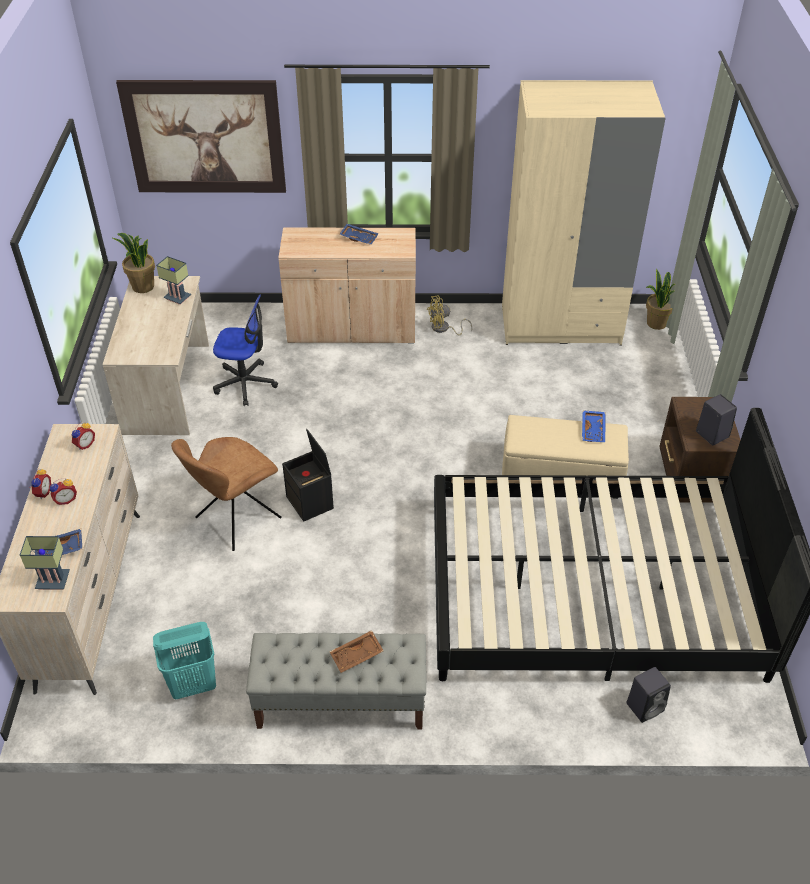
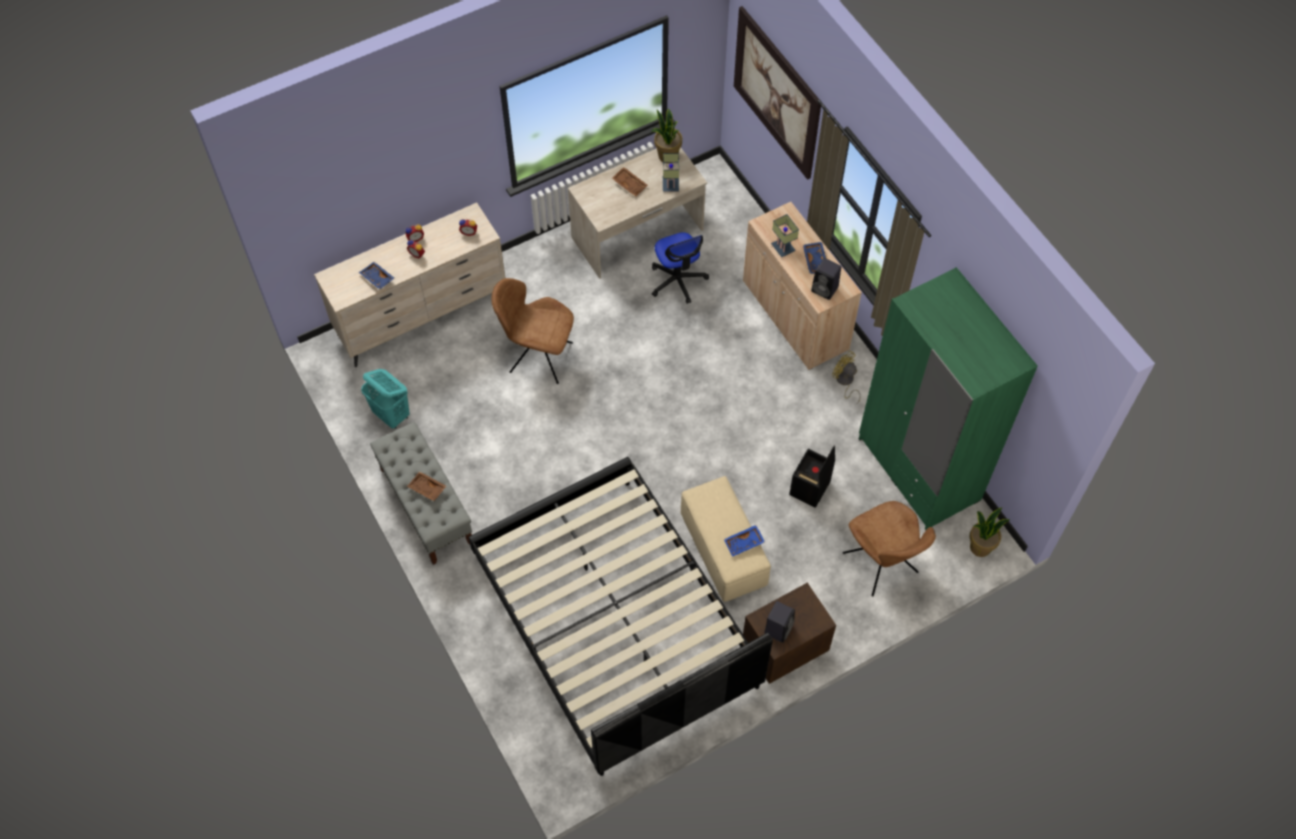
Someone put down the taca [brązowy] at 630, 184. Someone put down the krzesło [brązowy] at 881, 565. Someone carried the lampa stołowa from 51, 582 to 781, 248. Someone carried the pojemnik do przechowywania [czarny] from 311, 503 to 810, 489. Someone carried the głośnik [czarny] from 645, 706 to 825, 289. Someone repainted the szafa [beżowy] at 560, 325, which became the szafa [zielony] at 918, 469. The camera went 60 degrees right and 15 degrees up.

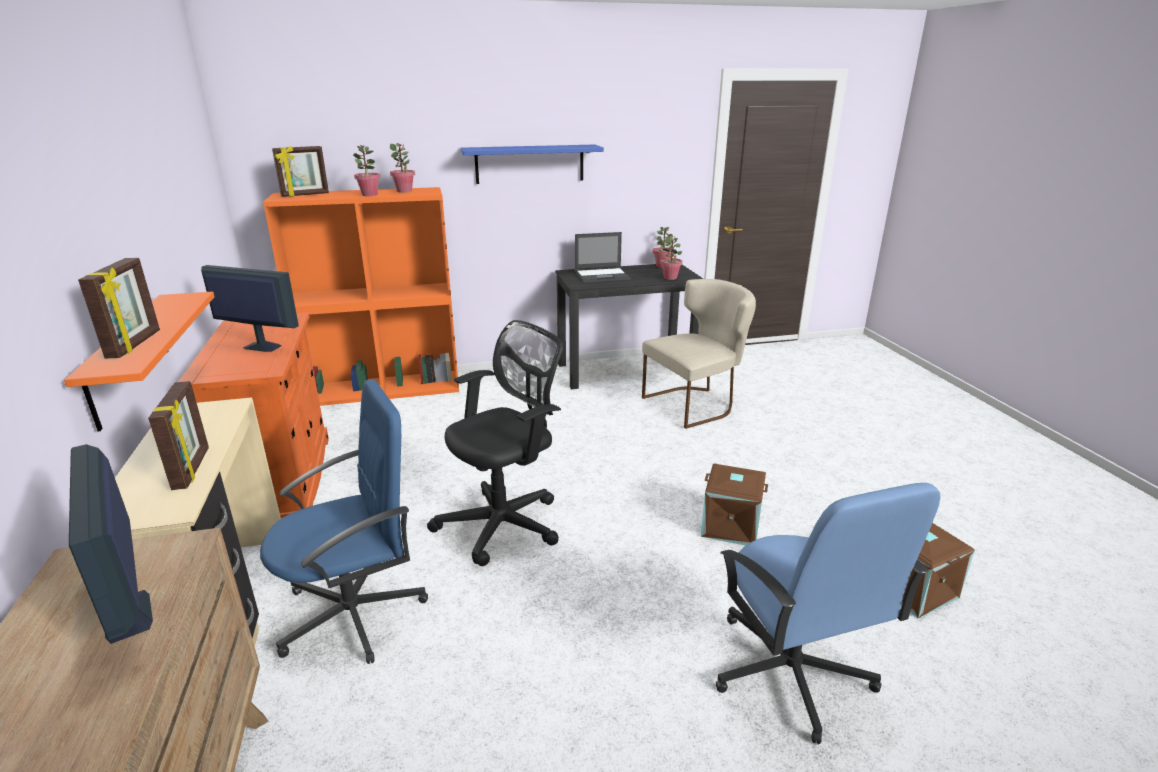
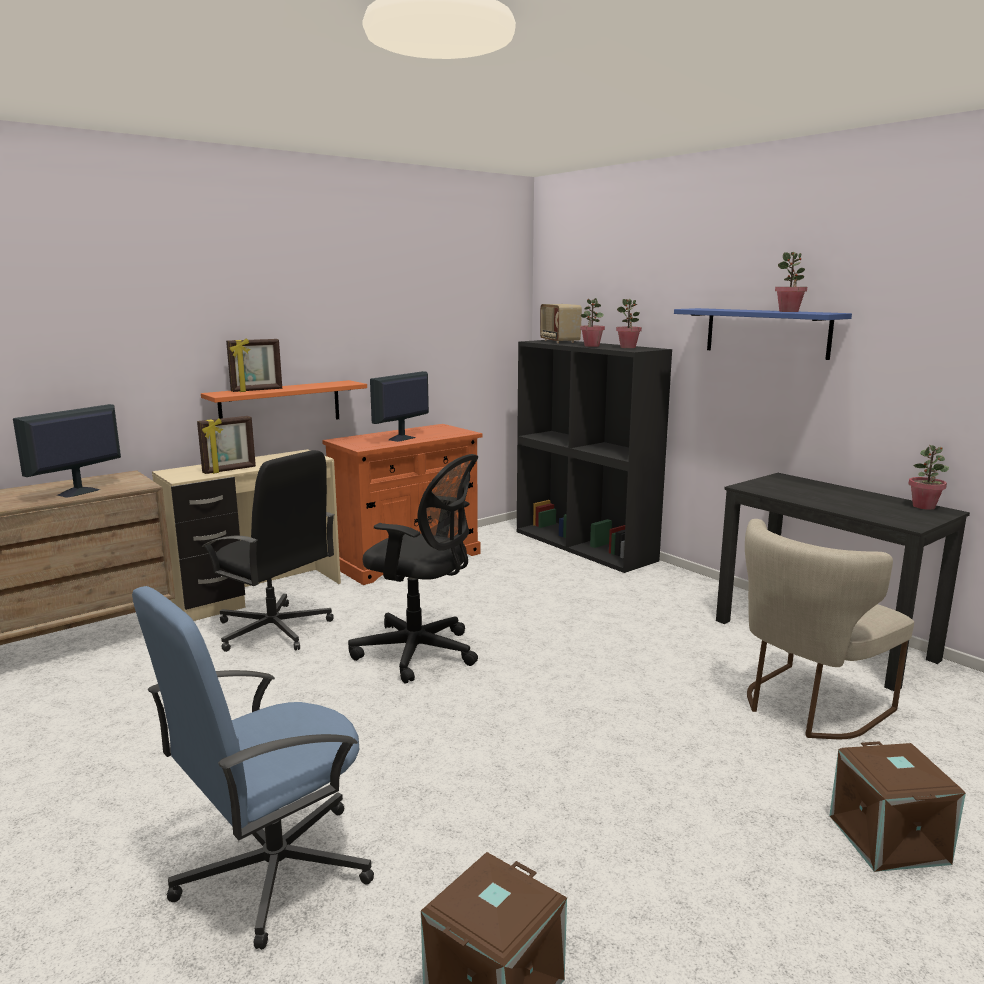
Someone took away the laptop at 602, 275. Someone carried the roślina doniczkowa from 670, 278 to 789, 311. Someone carried the pojemnik do przechowywania [brązowy] from 731, 525 to 890, 839. Someone swapped the ramka na zdjęcie at 305, 195 for the radio at 558, 341. Someone repainted the krzesło biurowe [niebieski] at 355, 612, which became the krzesło biurowe [czarny] at 274, 630. Someone repainted the regał [pomarańczowy] at 385, 388, which became the regał [czarny] at 585, 546. Someone rotated the monitor at 261, 346 by 135 degrees counterclockwise. Someone rotated the krzesło [beżowy] at 695, 404 by 105 degrees clockwise. The camera went 65 degrees right and 10 degrees down.

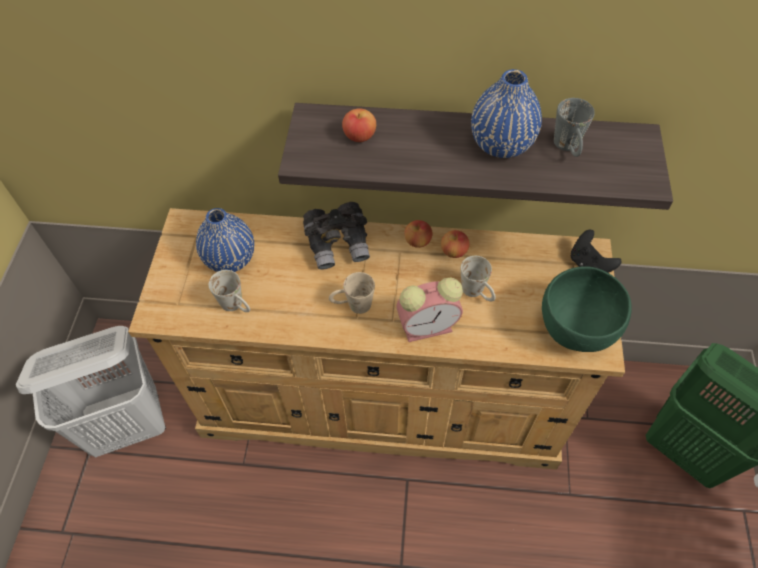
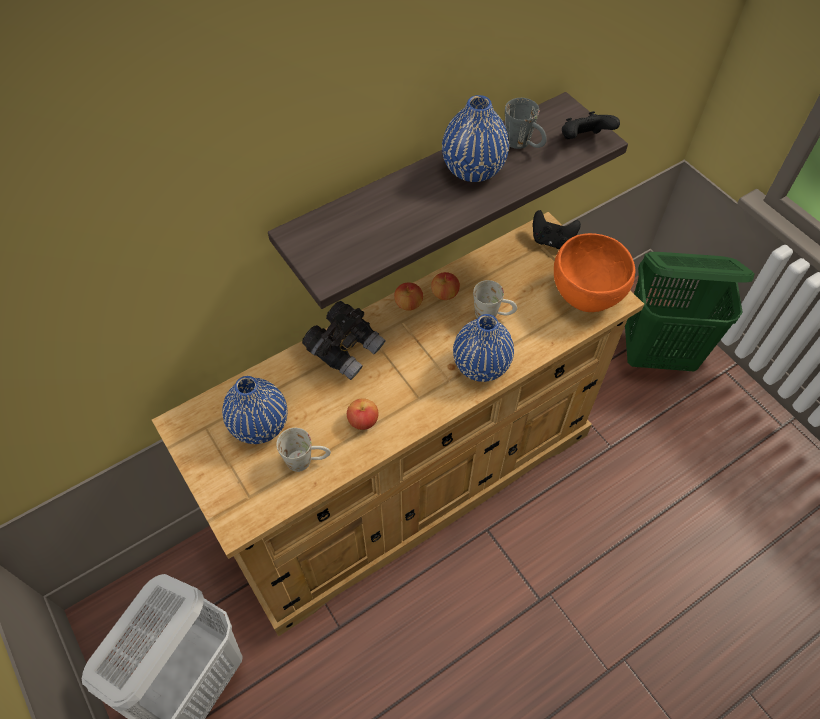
Someone took away the kubek [beżowy] at 352, 305. Someone put down the pad do gier [czarny] at 583, 140. Someone carried the jabłko from 359, 136 to 363, 421. Someone swapped the budzik at 429, 326 for the wazon [niebieski] at 481, 365. Someone repainted the miska [zielony] at 575, 330, which became the miska [pomarańczowy] at 586, 296. The camera went 40 degrees left and 0 degrees up.

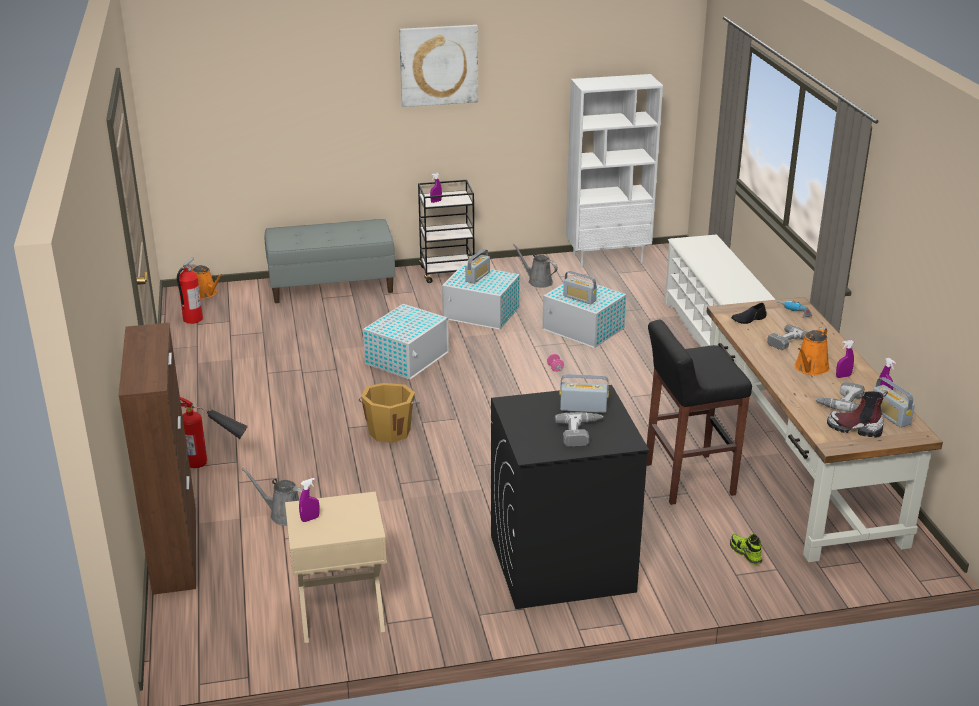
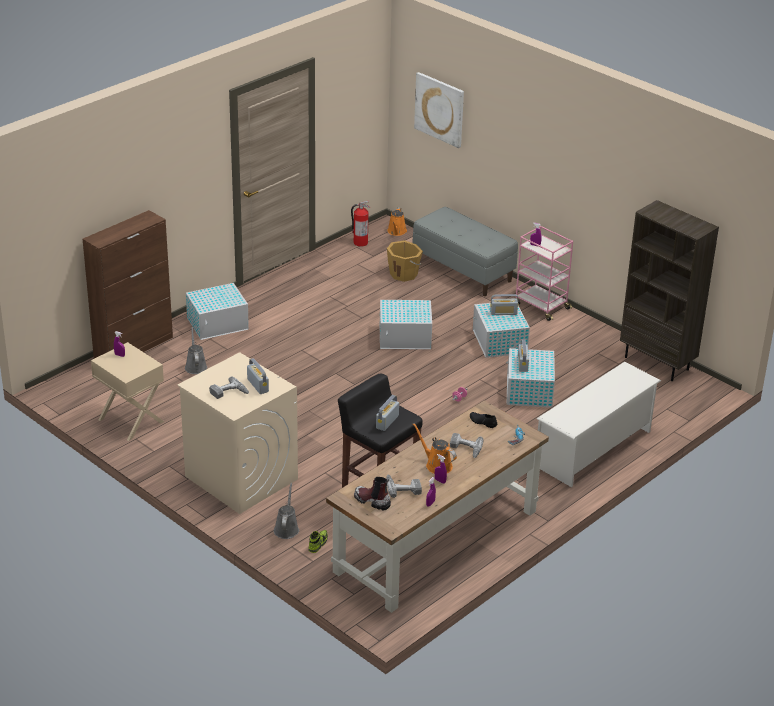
Someone carried the wiadro [pomarańczowy] from 390, 431 to 404, 274. Someone carried the obraz from 438, 65 to 440, 109. Someone carried the konewka [szary] from 538, 281 to 286, 528. Someone carried the radio from 890, 416 to 387, 422. Someone swapped the gaśnica at 215, 464 for the pojemnik do przechowywania [biały] at 218, 324. Someone repainted the wózek [czarny] at 448, 273, which became the wózek [różowy] at 541, 306. Someone repainted the pralka [czarny] at 560, 564, which became the pralka [beżowy] at 240, 477. Someone repainted the regał [biały] at 608, 258, which became the regał [brązowy] at 657, 363. Someone rotated the konewka [pomarańczowy] at 810, 368 by 45 degrees clockwise. Someone rotated the but z cholewką at 854, 429 by 45 degrees counterclockwise. The camera went 55 degrees right and 5 degrees up.

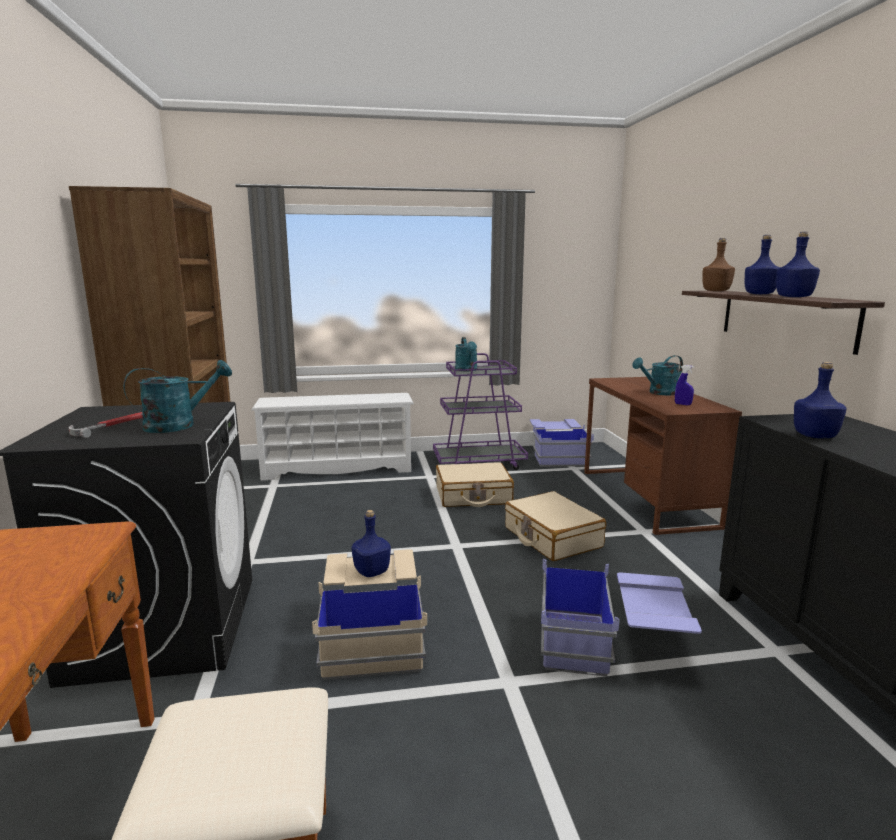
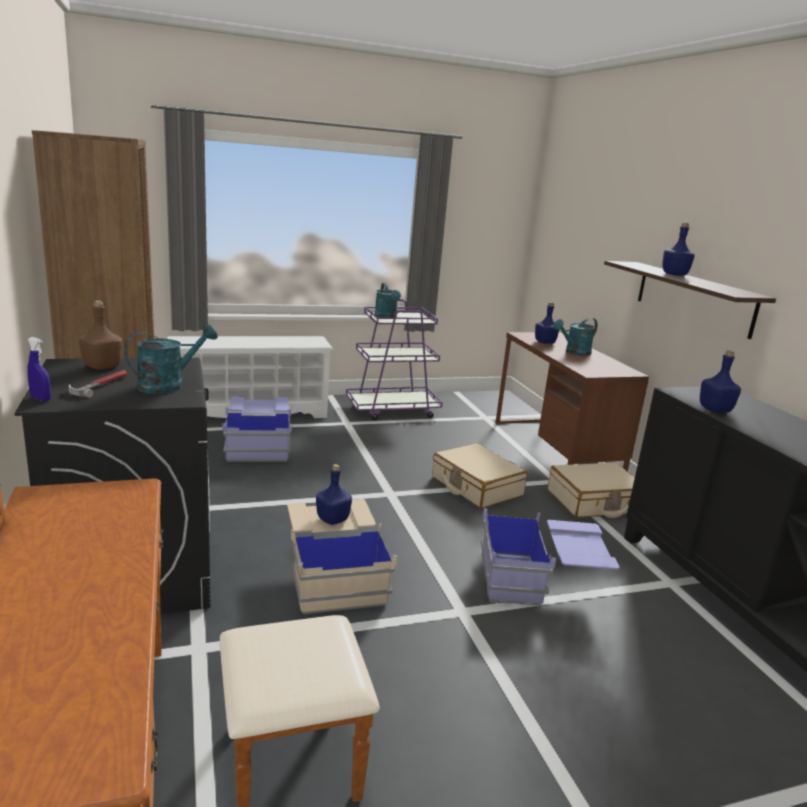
Someone carried the walizka [beżowy] from 473, 496 to 594, 502. Someone carried the pojemnik do przechowywania [niebieski] from 557, 455 to 258, 444. Someone carried the spryskiwacz [niebieski] from 683, 404 to 40, 399. Someone carried the butelka [brązowy] from 716, 291 to 102, 367. Someone carried the butelka [niebieski] from 794, 297 to 545, 342. The camera went 10 degrees left and 5 degrees up.

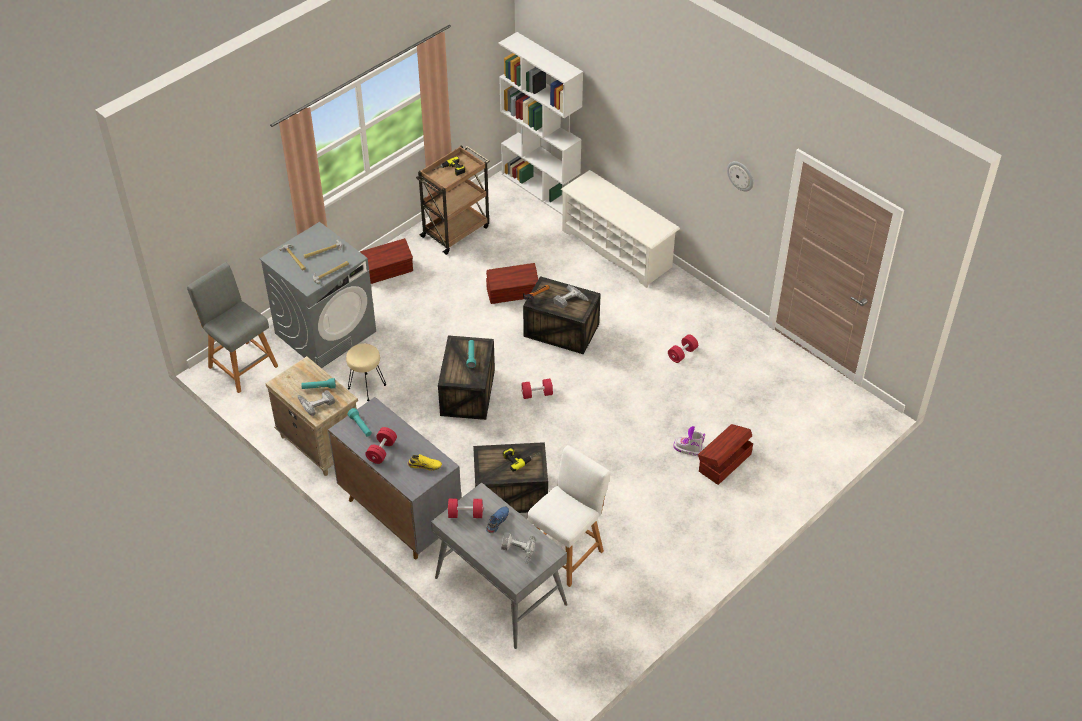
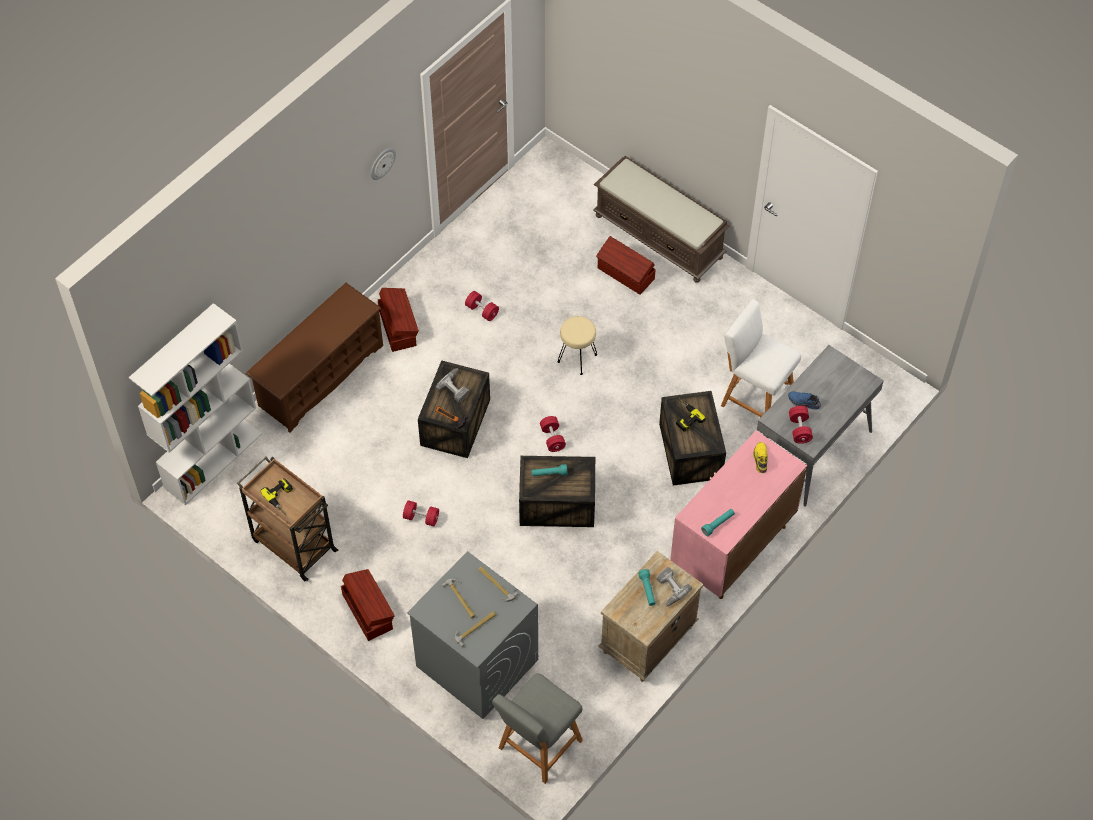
Someone took away the wiertarka at 517, 551. Someone took away the but z cholewką at 689, 449. Someone put down the ławka [brązowy] at 660, 236. Someone carried the stołek [beżowy] from 366, 387 to 577, 358. Someone carried the hantel [czerwony] from 382, 451 to 421, 517. Someone carried the pojemnik do przechowywania [brązowy] from 513, 293 to 398, 326. Someone repainted the szafka [szary] at 400, 514, which became the szafka [różowy] at 732, 548. Someone repainted the regał na buty [biały] at 617, 249, which became the regał na buty [brązowy] at 320, 375. The camera went 95 degrees left and 10 degrees up.

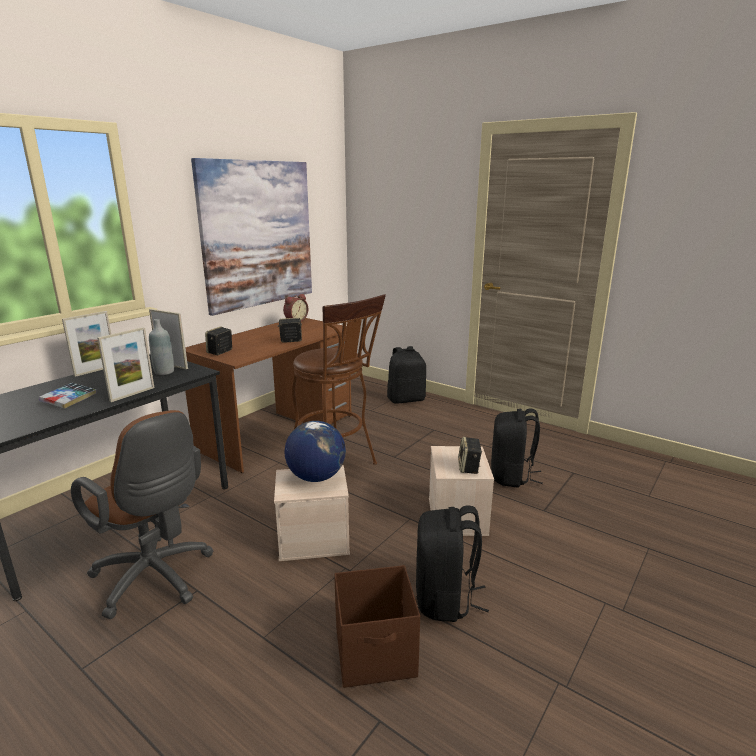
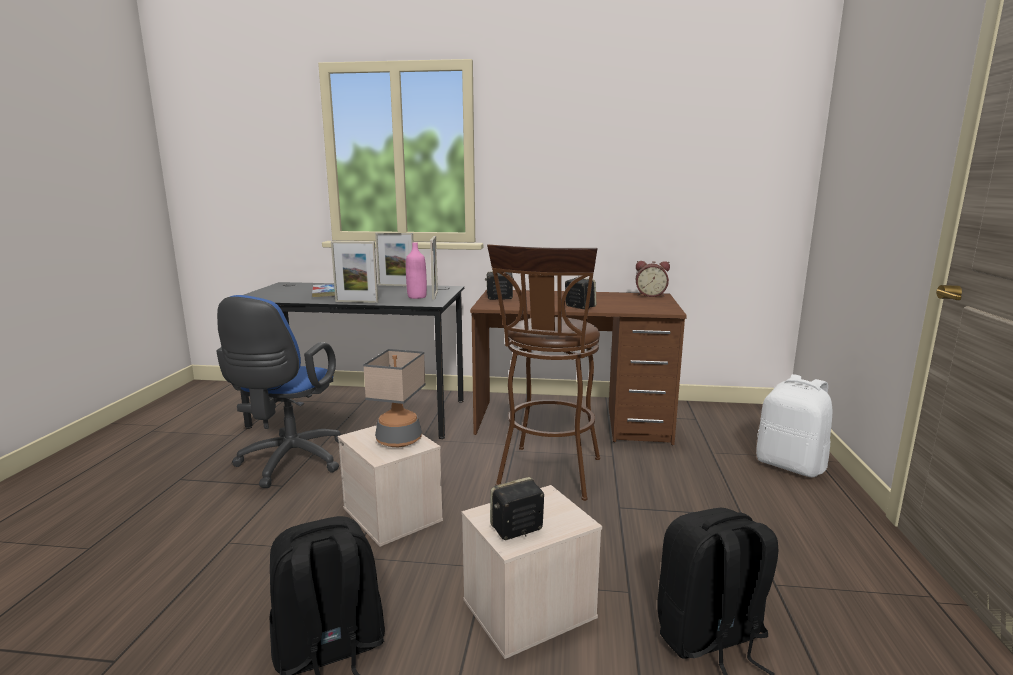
Someone took away the obraz at 258, 234. Someone took away the pojemnik do przechowywania [brązowy] at 376, 654. Someone swapped the globus at 316, 477 for the lampa stołowa at 399, 440. Someone repainted the krzesło biurowe [brązowy] at 156, 579, which became the krzesło biurowe [niebieski] at 289, 463. Someone repainted the butelka [szary] at 164, 372, which became the butelka [różowy] at 417, 297. Someone repainted the plecak [czarny] at 406, 399, which became the plecak [biały] at 790, 465. The camera went 60 degrees right and 5 degrees down.

